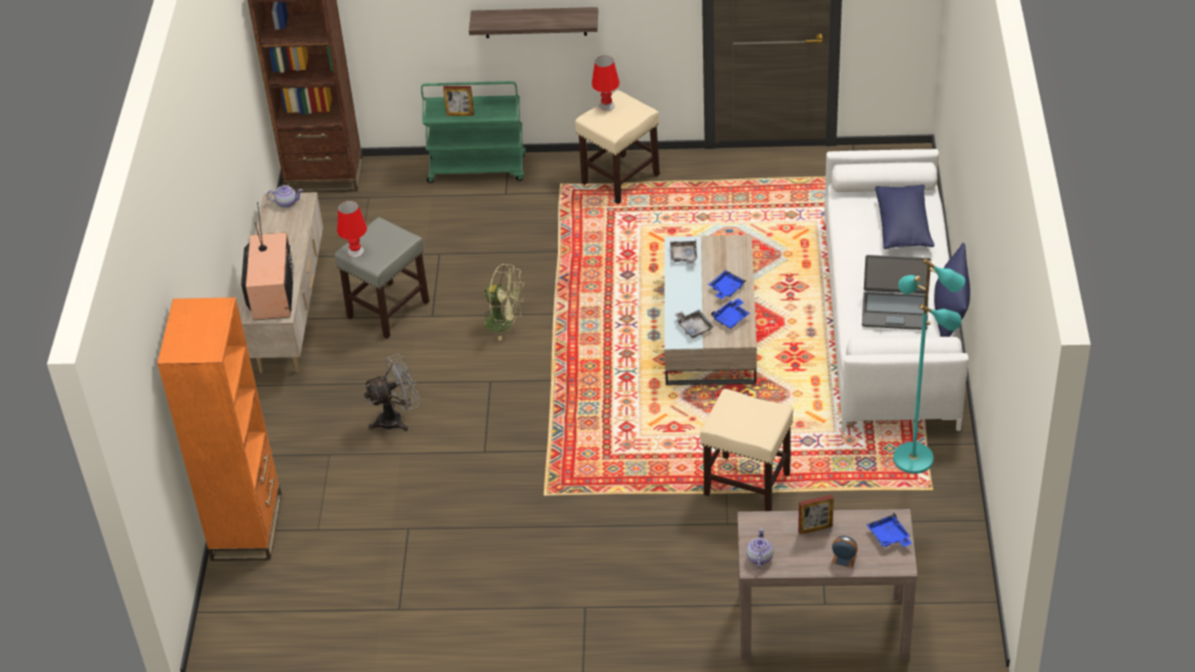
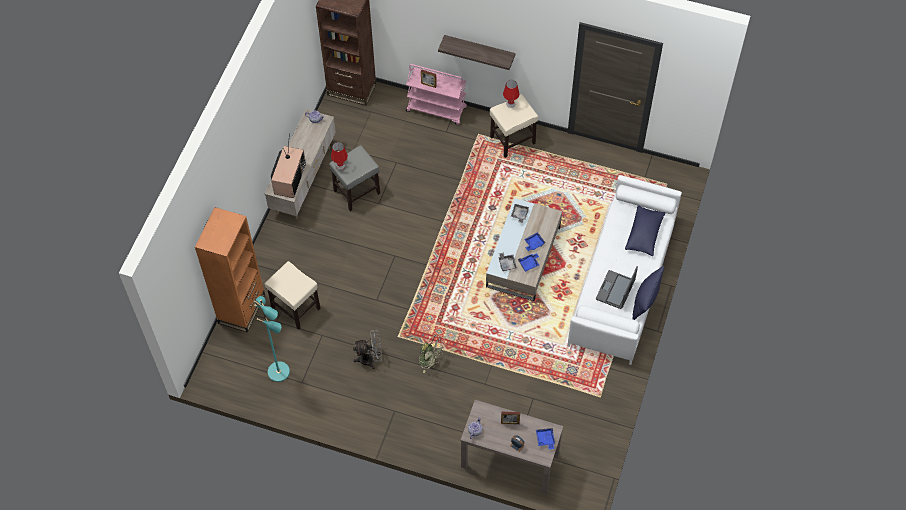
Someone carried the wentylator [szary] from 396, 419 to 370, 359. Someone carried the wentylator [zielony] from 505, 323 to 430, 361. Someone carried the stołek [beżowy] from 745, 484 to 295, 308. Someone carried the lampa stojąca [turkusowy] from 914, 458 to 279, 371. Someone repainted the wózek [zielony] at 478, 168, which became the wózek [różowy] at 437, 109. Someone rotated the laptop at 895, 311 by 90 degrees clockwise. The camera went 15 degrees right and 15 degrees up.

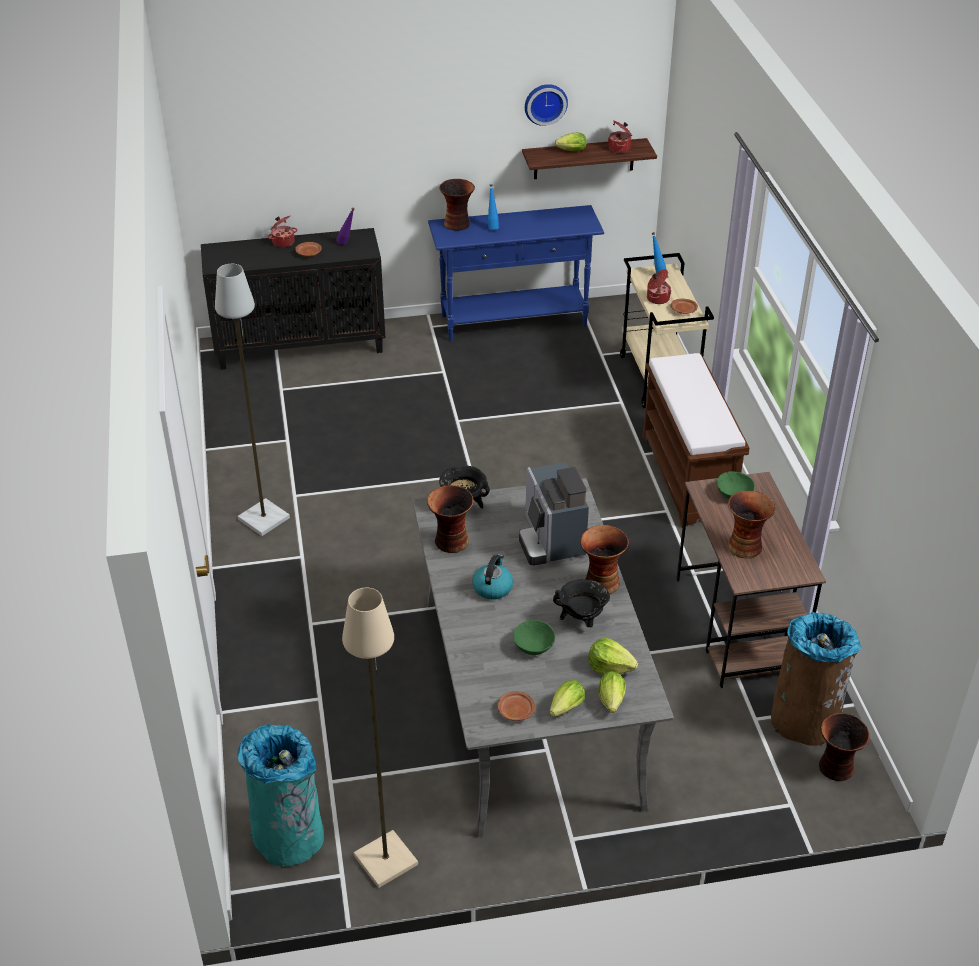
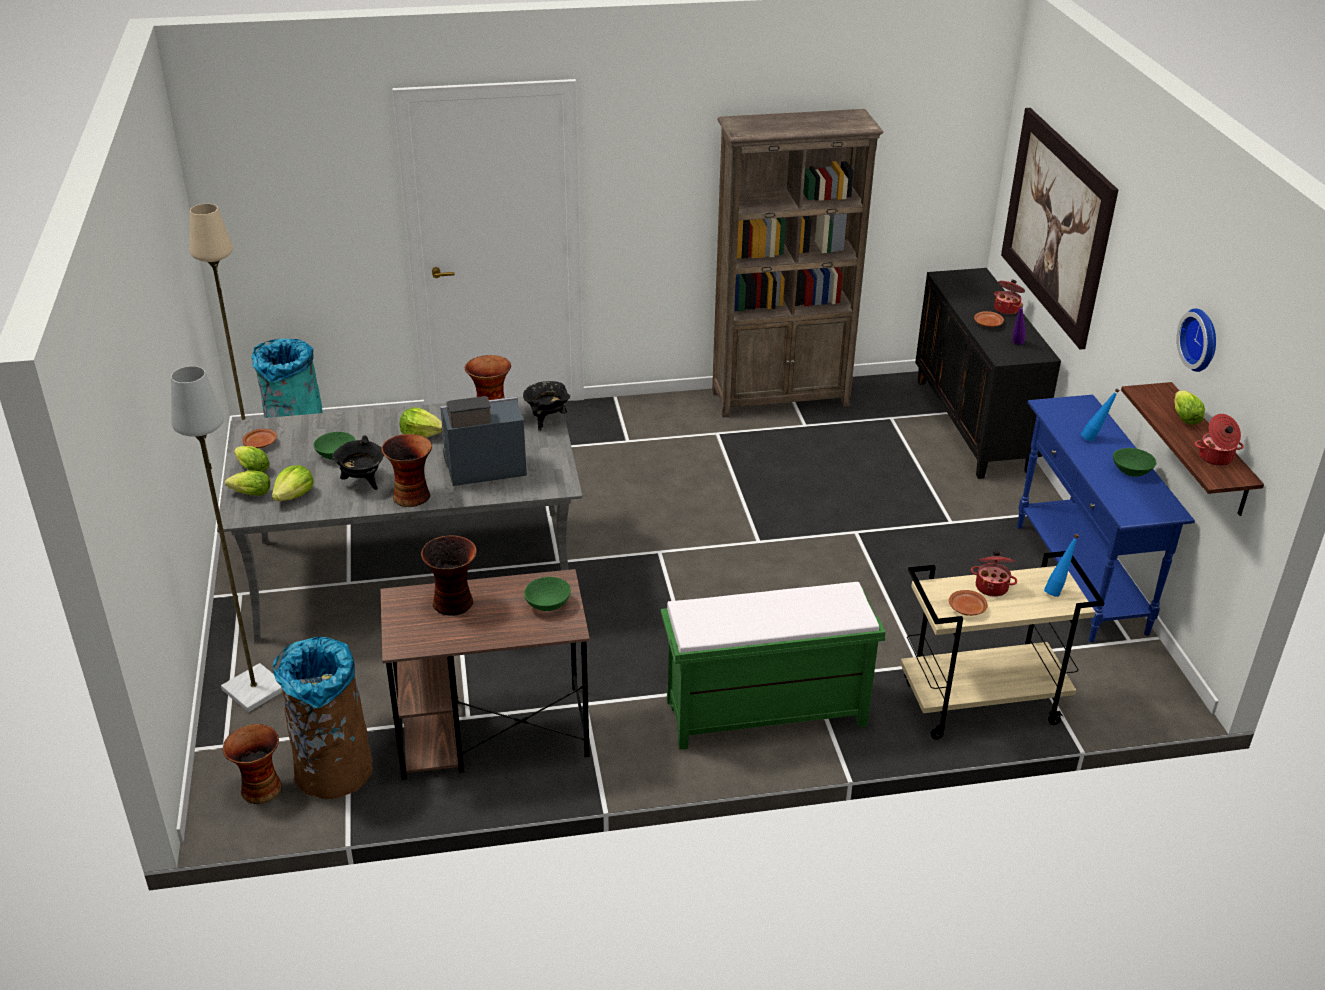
Someone took away the wazon at 458, 224. Someone put down the regał [brązowy] at 781, 398. Someone put up the obraz at 1057, 225. Someone put down the miska [zielony] at 1131, 471. Someone carried the lampa stojąca [szary] from 263, 518 to 256, 689. Someone swapped the czajnik at 492, 587 for the sałata at 421, 434. Someone repainted the ławka [brązowy] at 688, 478, which became the ławka [zielony] at 764, 714. The camera went 90 degrees right and 5 degrees down.

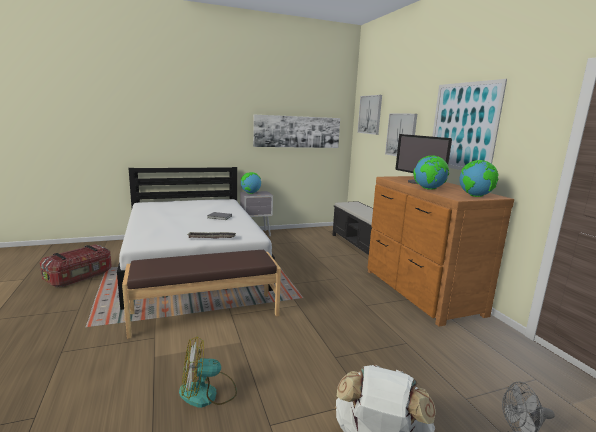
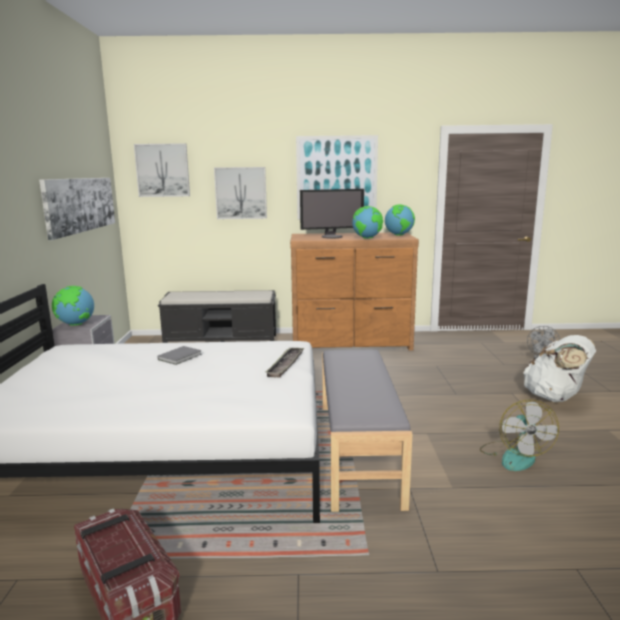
Someone repainted the ławka [brązowy] at 205, 313, which became the ławka [szary] at 356, 450. The camera went 70 degrees left and 0 degrees up.

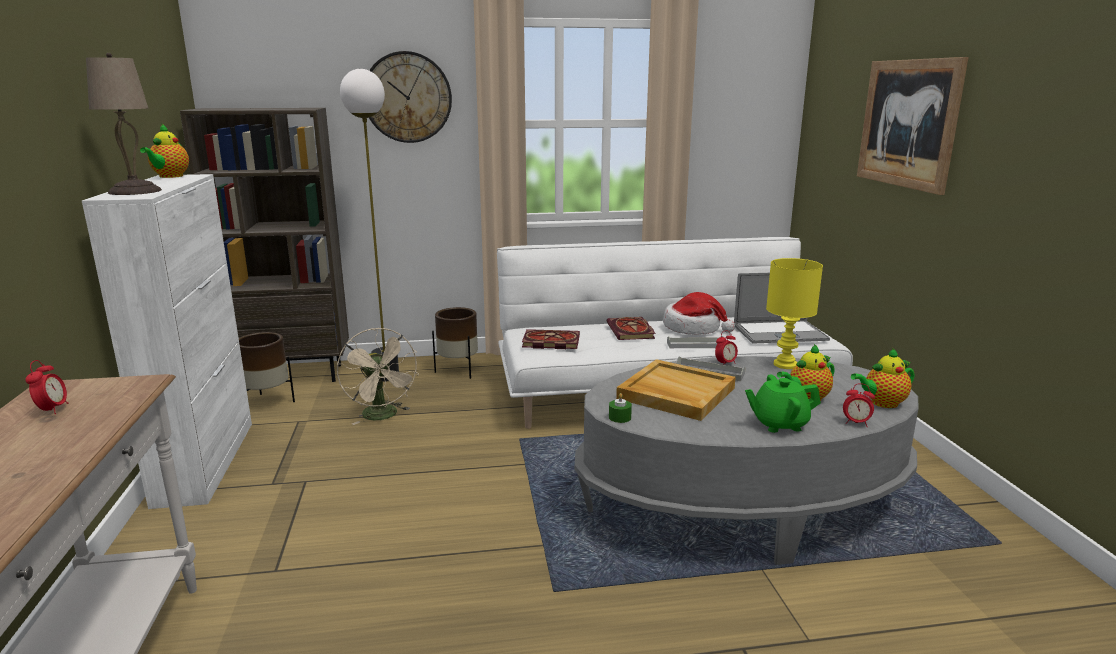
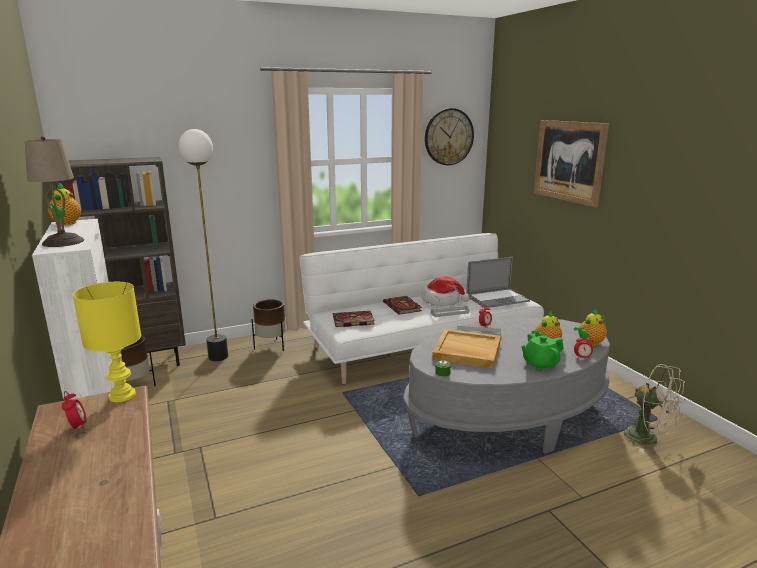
Someone carried the wentylator [beżowy] from 383, 416 to 648, 439. Someone carried the zegar ścienny from 407, 97 to 448, 137. Someone carried the lampa stołowa [żółty] from 784, 364 to 122, 395. The camera went 15 degrees left and 0 degrees up.

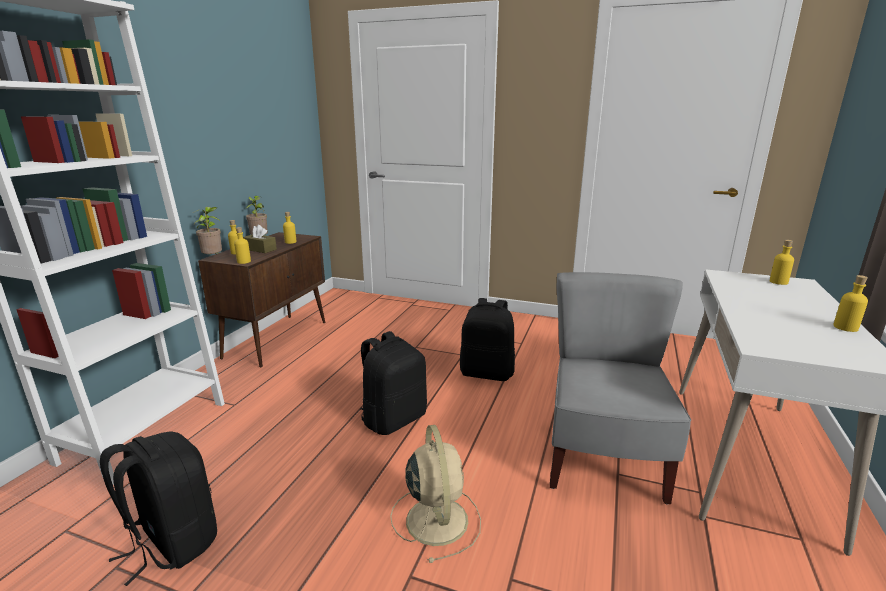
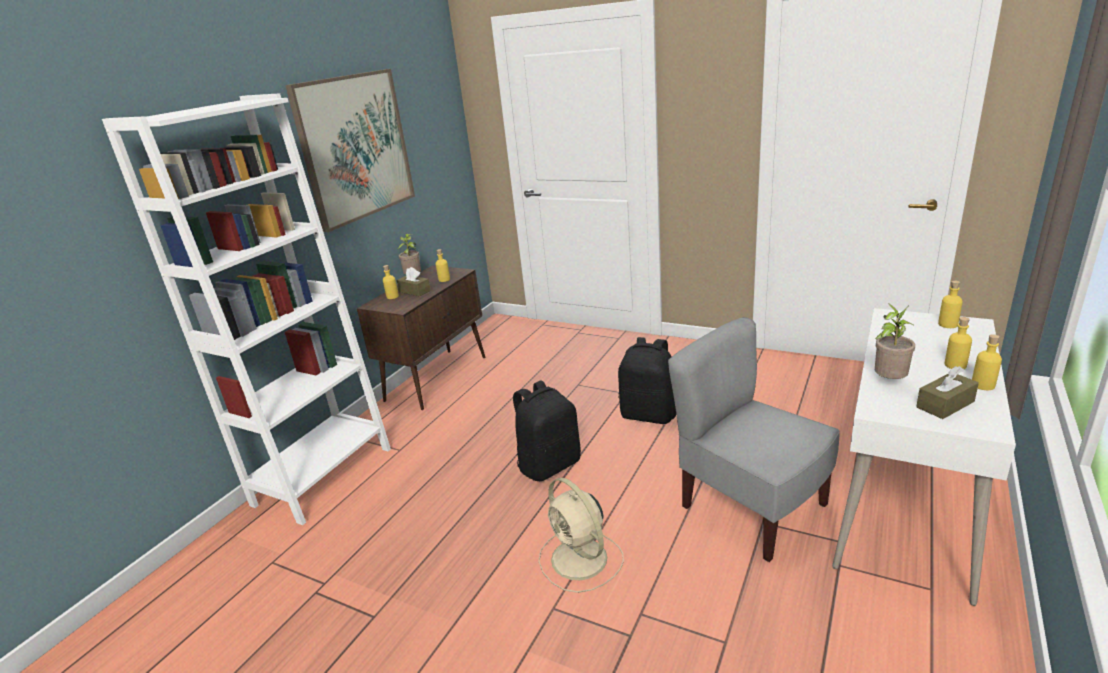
Someone took away the plecak [czarny] at 172, 542. Someone put up the obraz at 355, 147. Someone put down the pudełko chusteczek [brązowy] at 945, 404. Someone carried the roślina doniczkowa from 213, 258 to 888, 381. Someone carried the butelka [żółty] from 244, 261 to 955, 365. Someone rotated the wentylator [beżowy] at 436, 518 by 150 degrees clockwise. Someone rotated the krzesło [szary] at 602, 459 by 60 degrees counterclockwise. The camera went 10 degrees right and 5 degrees up.

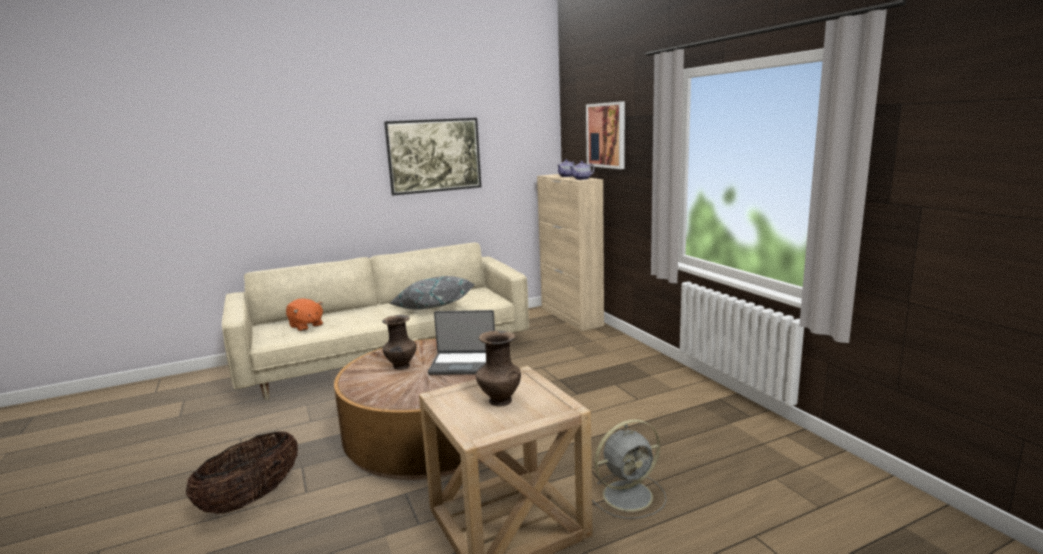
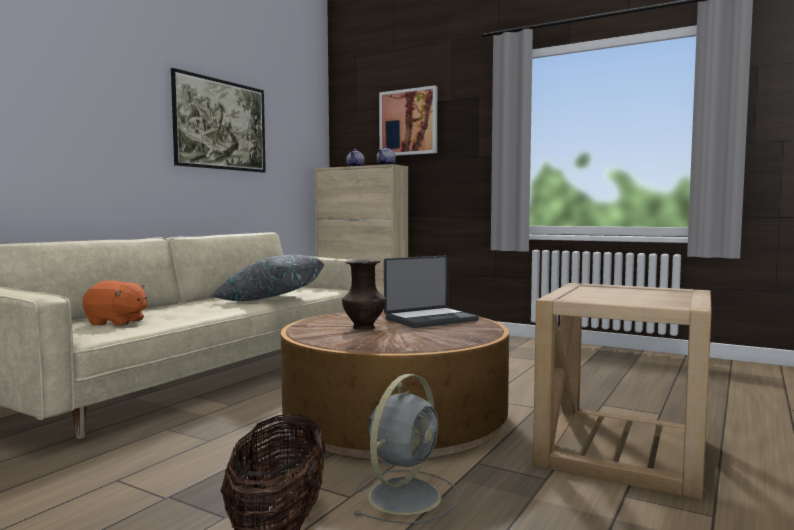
Someone took away the wazon [brązowy] at 499, 401. Someone carried the wentylator [szary] from 629, 495 to 406, 495. The camera went 35 degrees left and 10 degrees down.

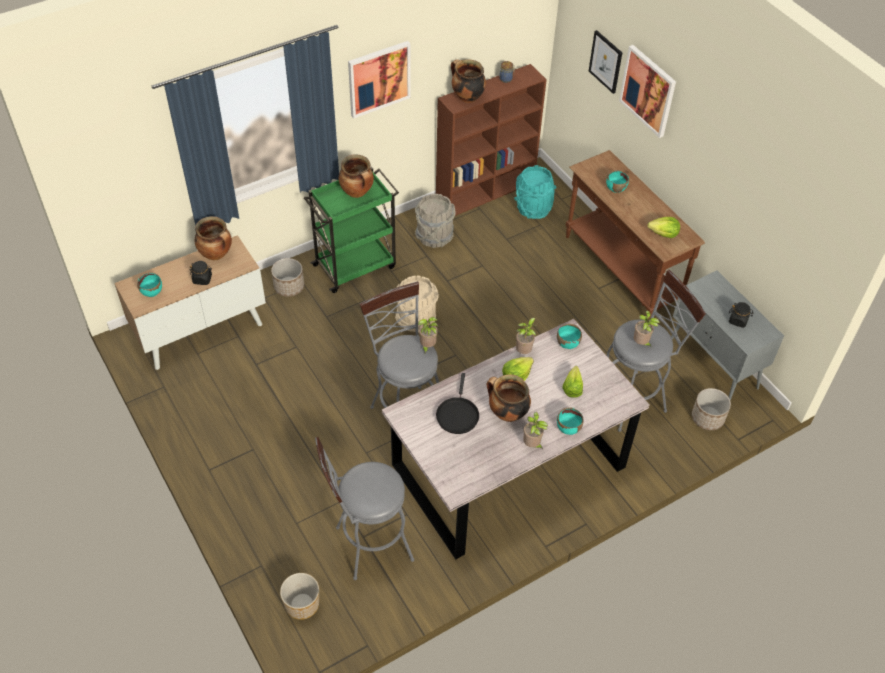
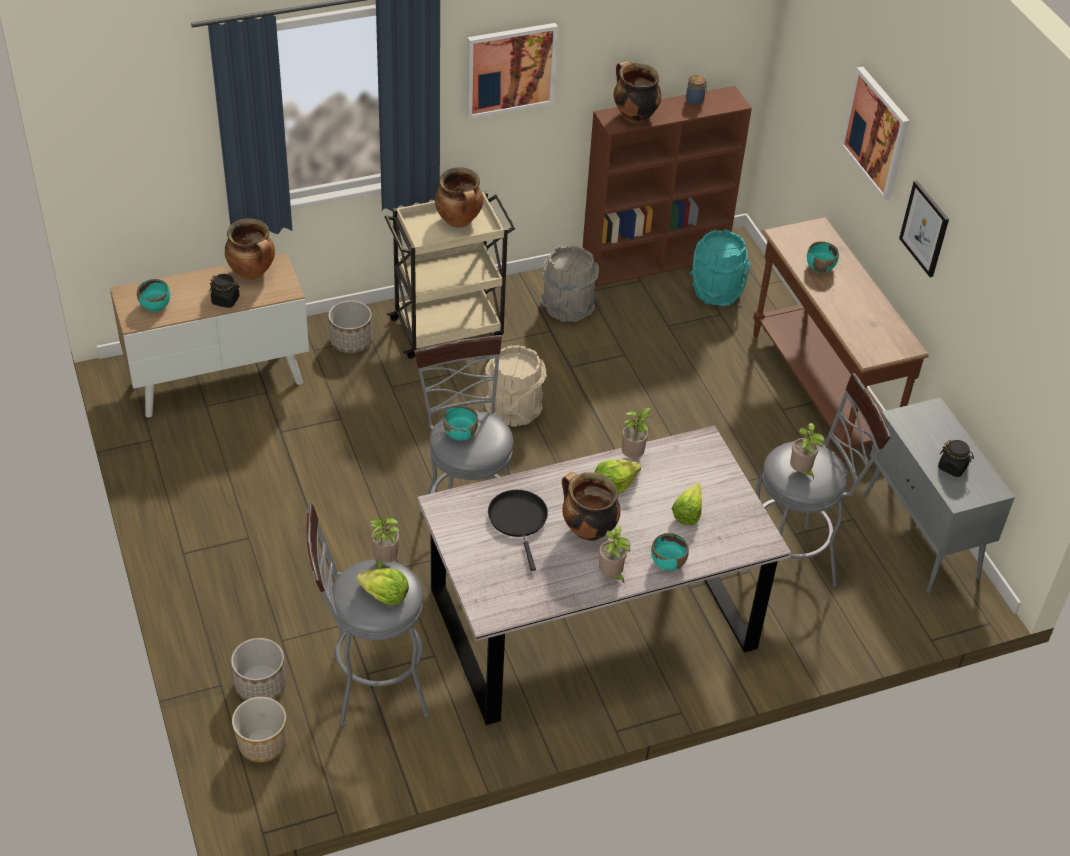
Someone carried the roślina doniczkowa from 427, 346 to 384, 561. Someone carried the miska [turkusowy] from 567, 343 to 460, 433. Someone carried the obraz from 606, 61 to 925, 228. Someone carried the sałata from 664, 234 to 384, 595. Someone carried the donica from 707, 418 to 260, 685. Someone repainted the wózek [zielony] at 356, 265, which became the wózek [beżowy] at 449, 328. Someone rotated the patelnia [czarny] at 457, 414 by 150 degrees clockwise. The camera went 10 degrees right and 5 degrees down.

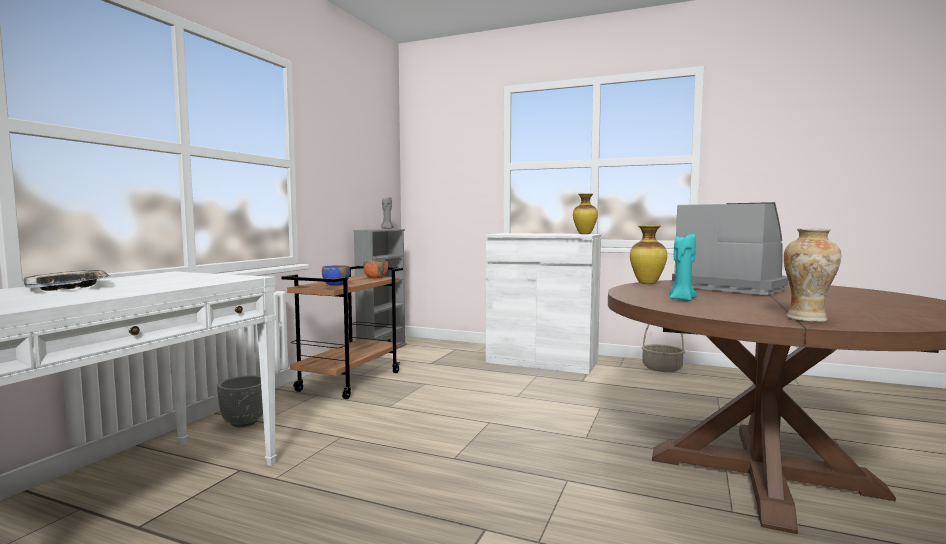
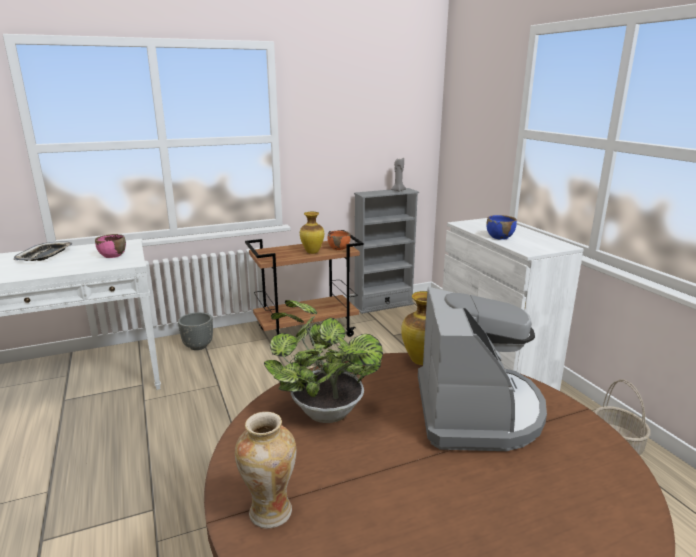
Someone put down the miska [różowy] at 112, 255. Someone carried the miska [niebieski] from 336, 284 to 500, 237. Someone carried the wazon from 585, 234 to 312, 252. Someone swapped the świeca [turkusowy] at 681, 299 for the roślina doniczkowa at 323, 410. The camera went 45 degrees right and 15 degrees up.

